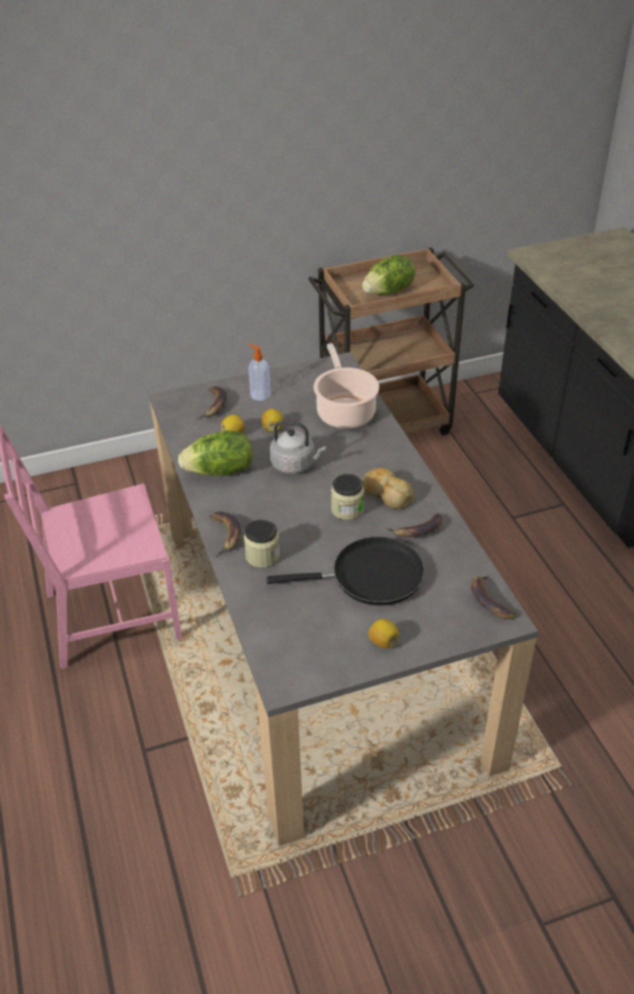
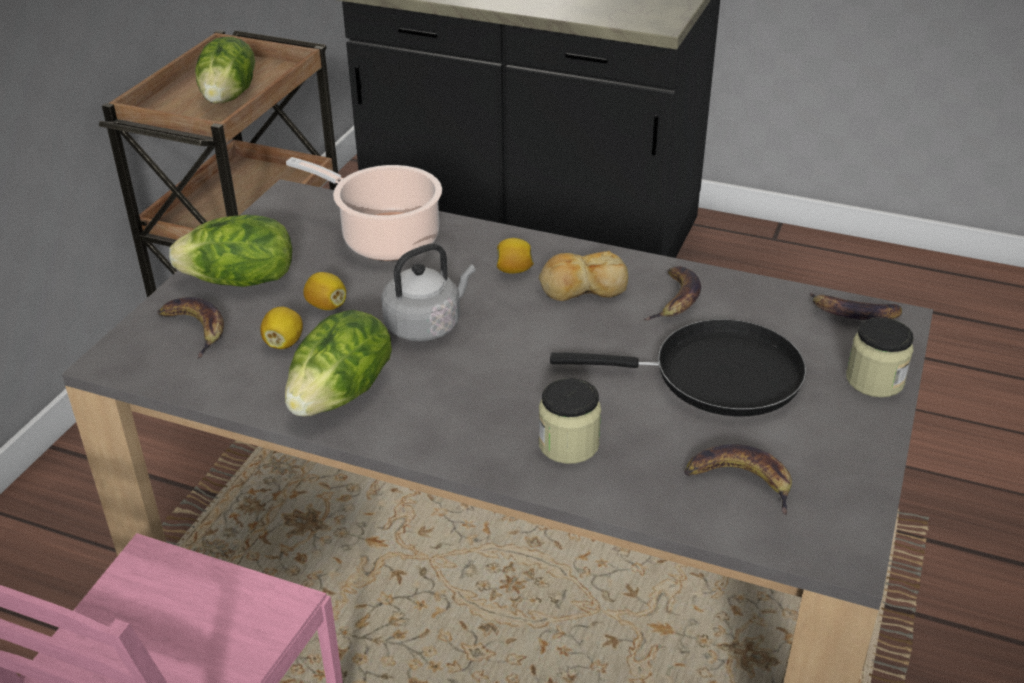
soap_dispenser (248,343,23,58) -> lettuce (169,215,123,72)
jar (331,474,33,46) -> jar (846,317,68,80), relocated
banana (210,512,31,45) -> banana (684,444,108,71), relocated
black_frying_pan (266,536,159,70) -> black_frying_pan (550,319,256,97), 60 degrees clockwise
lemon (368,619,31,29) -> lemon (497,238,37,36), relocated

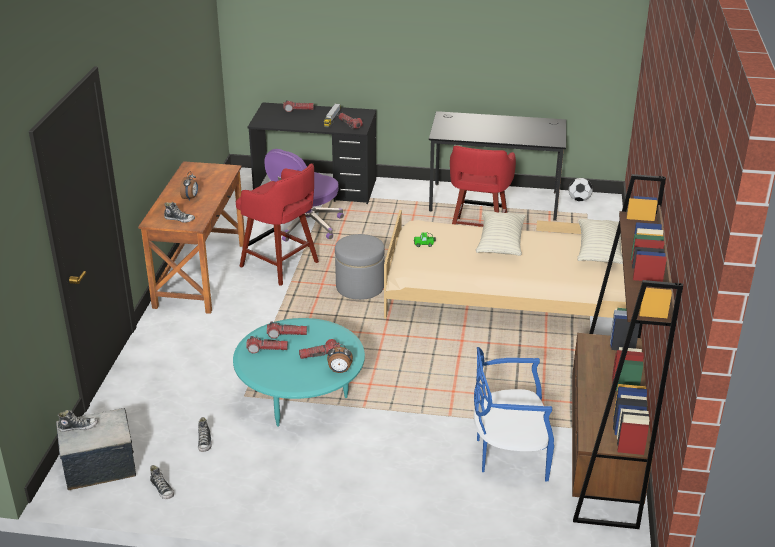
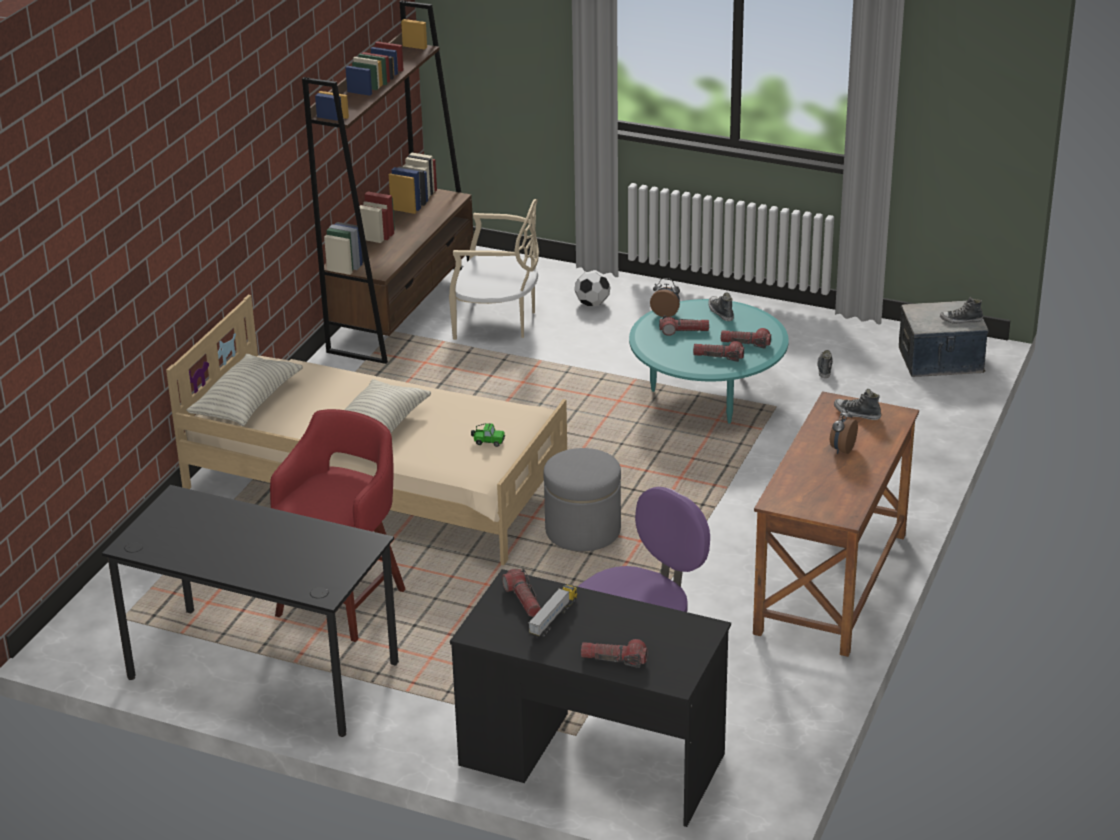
red_stool (236,164,83,122) -> none
football (569,178,24,23) -> football (574,271,36,35), relocated
blue_chair (473,347,81,134) -> beige_chair (449,199,90,141)
shoe (150,465,24,34) -> shoe (708,292,26,29), relocated

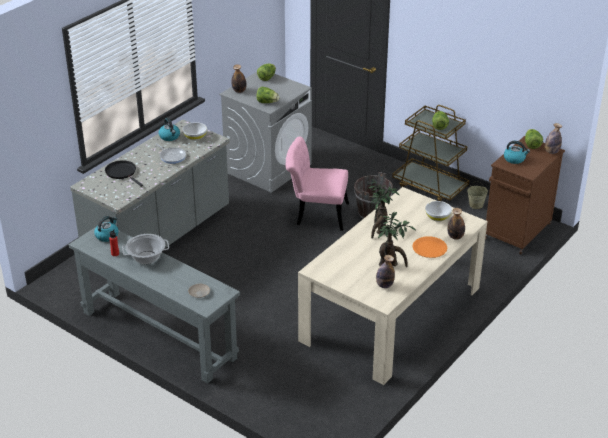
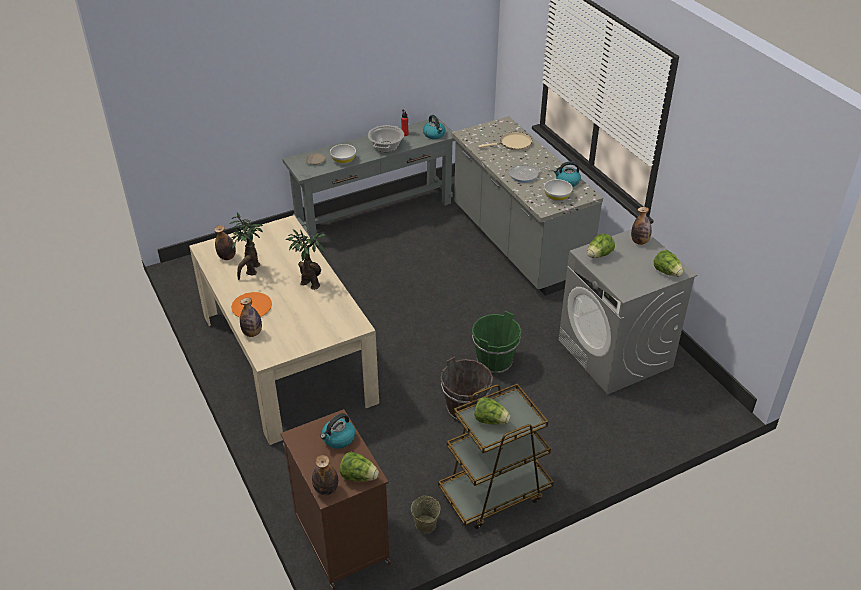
pink_chair (286,136,63,95) -> green_bucket (472,311,49,63)
black_frying_pan (105,160,38,27) -> beige_frying_pan (478,132,54,18)
white_bowl (425,201,27,21) -> white_bowl (330,144,26,20), relocated

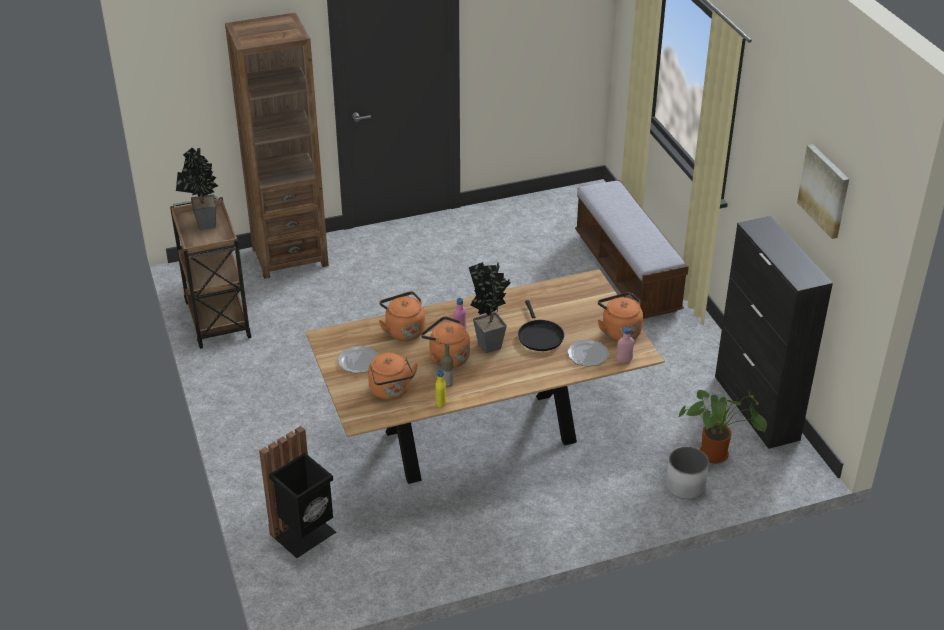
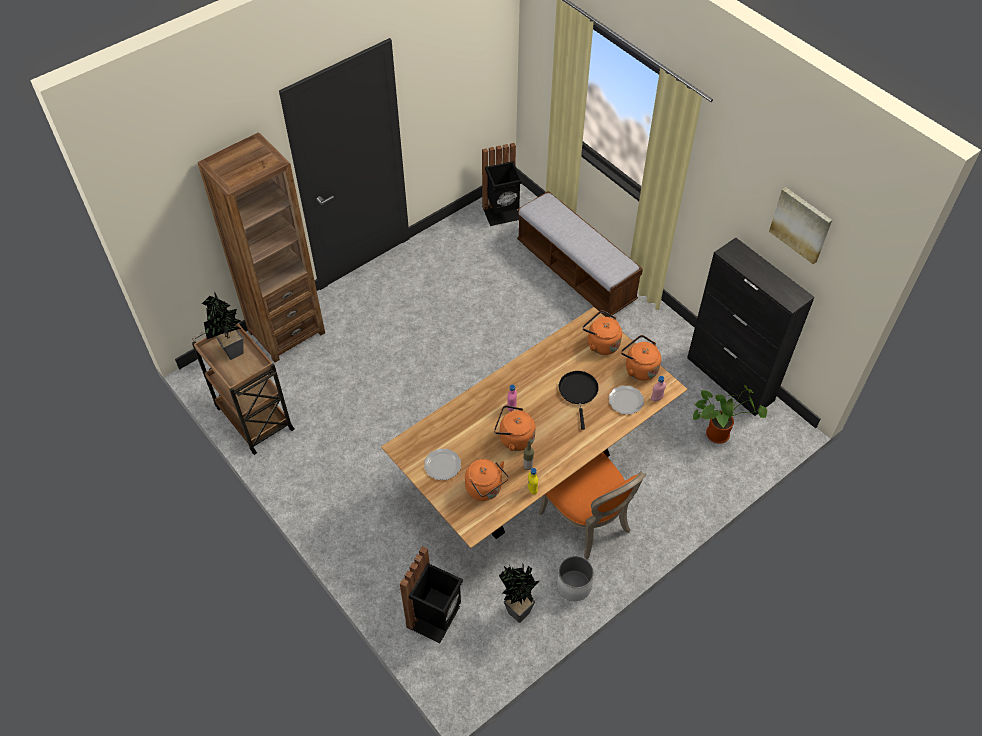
potted_plant (469,262,41,91) -> potted_plant (499,563,40,60), relocated
orange_kettle (379,291,46,50) -> orange_kettle (583,310,39,45), relocated
black_frying_pan (518,300,46,51) -> black_frying_pan (559,371,40,58), 150 degrees counterclockwise
white_planter (666,447,43,52) -> white_planter (557,556,37,45), relocated
none -> black_trash_can (482,143,40,83)
none -> orange_chair (539,452,108,107)

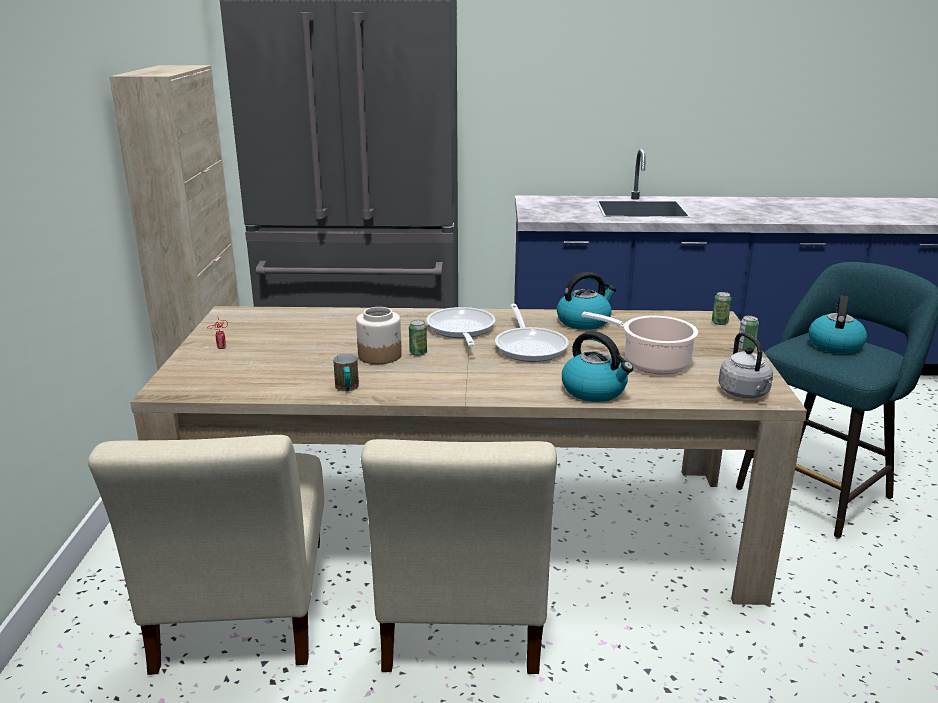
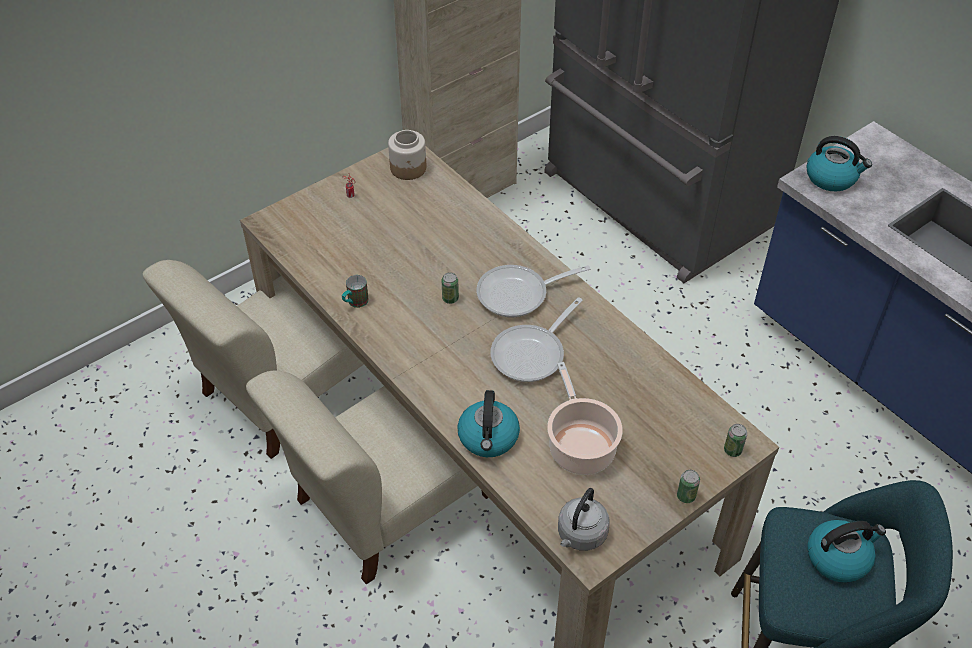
kettle (557,272,59,58) -> kettle (806,136,66,55), relocated
jar (356,307,46,57) -> jar (388,130,38,50), relocated
frying_pan (426,307,69,40) -> frying_pan (477,265,113,52), 150 degrees counterclockwise

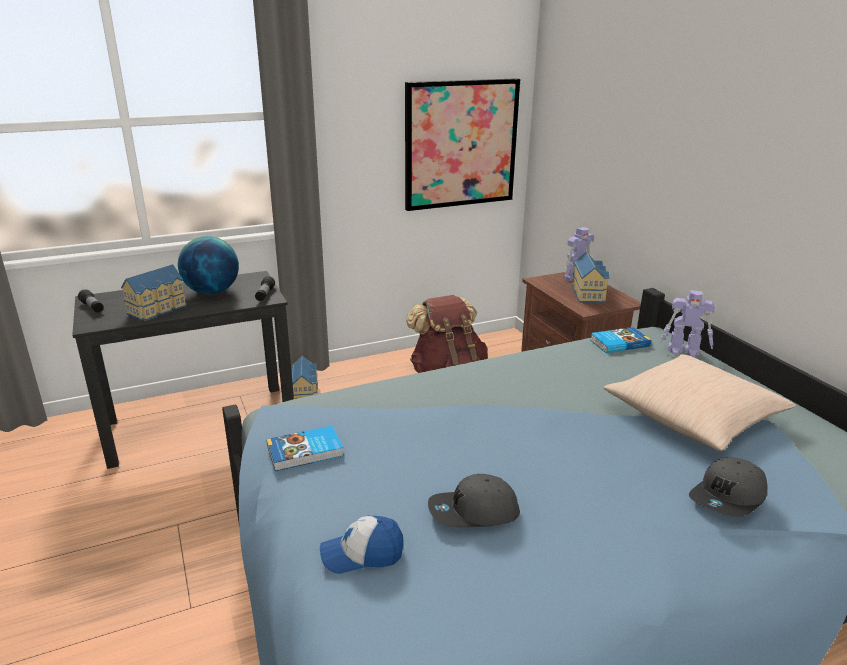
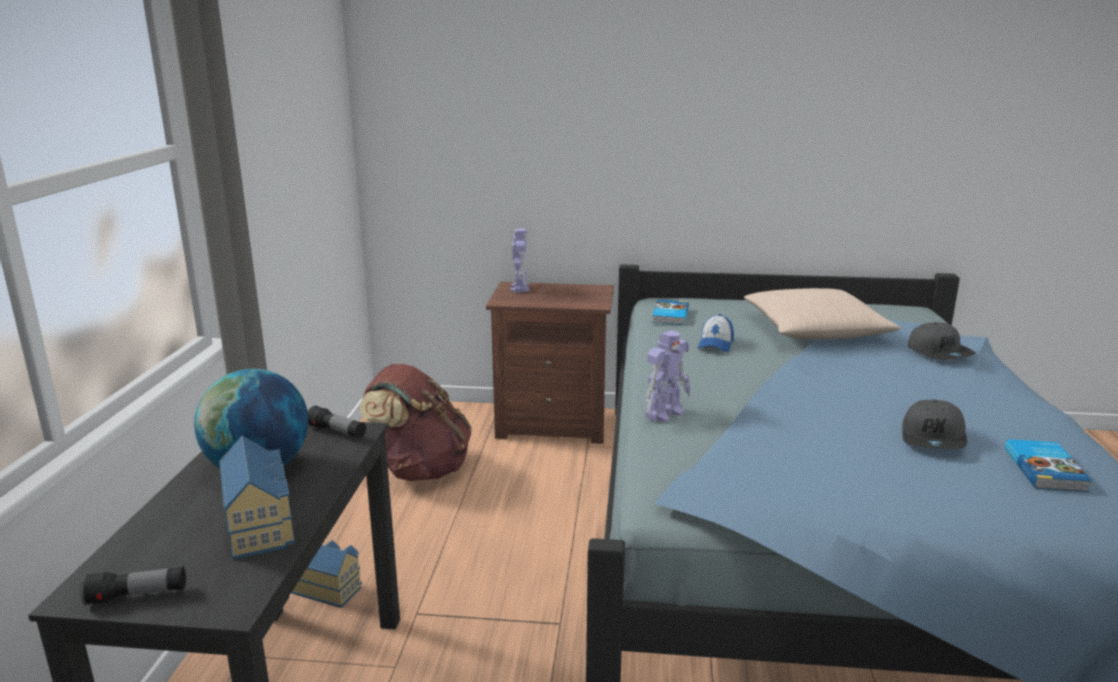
picture (405,78,115,133) -> none
toy_house (572,252,38,51) -> none
toy_robot (660,290,55,67) -> toy_robot (645,330,46,93), relocated
book (267,426,77,45) -> book (1005,439,87,53), relocated
cap (320,516,83,58) -> cap (698,314,36,38), relocated

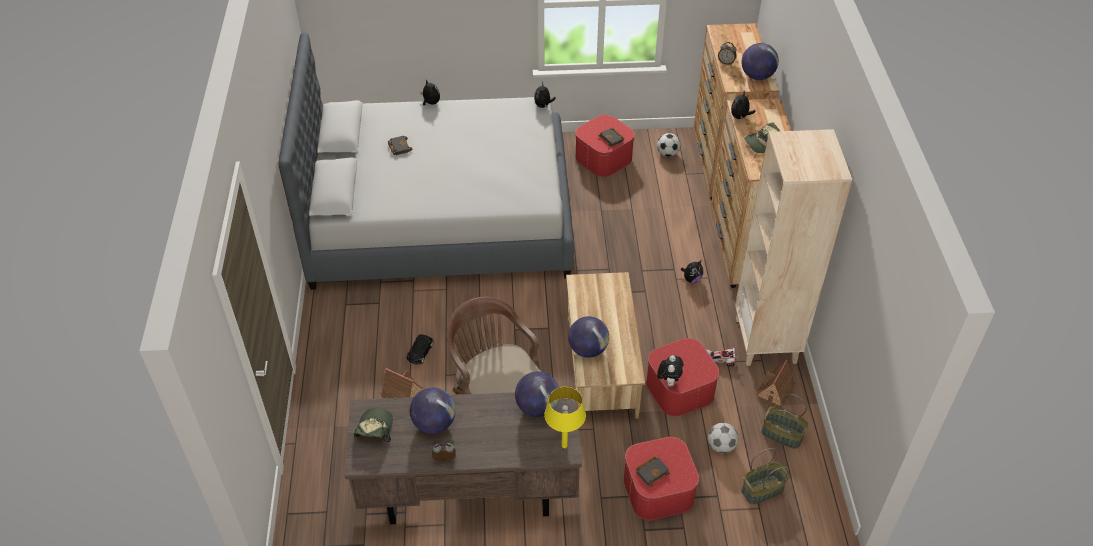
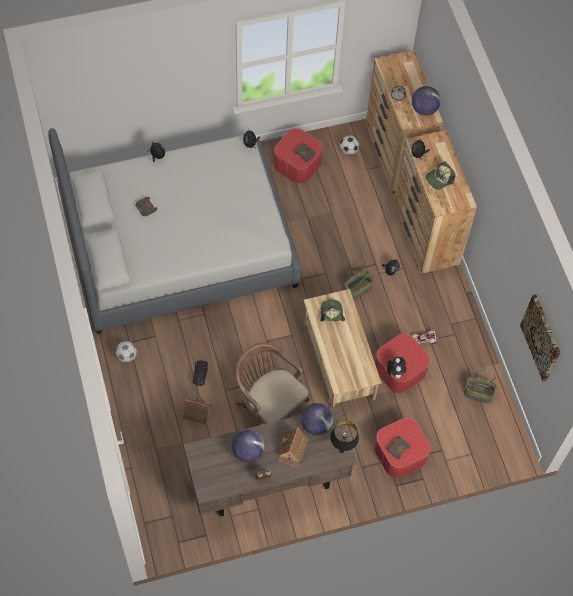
beige_bookcase (735,129,117,237) -> none
globe (568,316,41,42) -> none
toy_house (756,360,39,48) -> toy_house (278,427,30,41), relocated
yellow_table_lamp (544,387,42,61) -> black_table_lamp (330,421,29,32)
cap (354,408,39,34) -> cap (320,300,25,22), relocated
football (708,423,30,30) -> football (115,341,22,21), relocated
basket (741,448,48,56) -> basket (344,263,30,37), relocated
none -> picture (520,295,40,86)

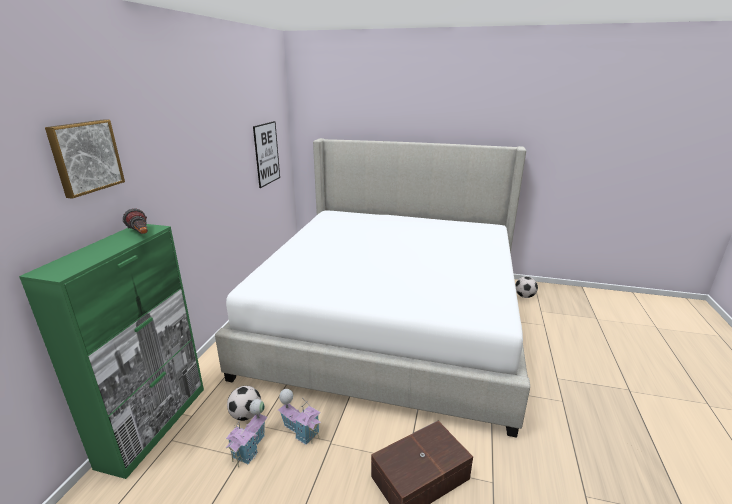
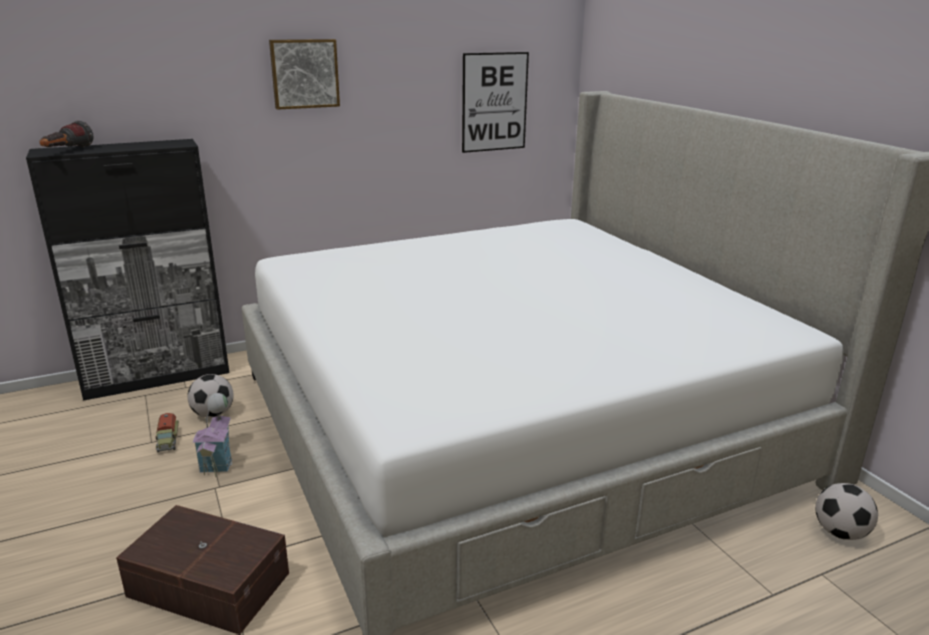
picture (45,119,80,80) -> picture (269,39,71,71), relocated
flashlight (123,209,25,25) -> flashlight (39,121,54,27), relocated
green_cabinet (19,224,185,255) -> black_cabinet (26,139,203,262)
toy_house (226,399,42,68) -> toy_truck (156,413,23,39)

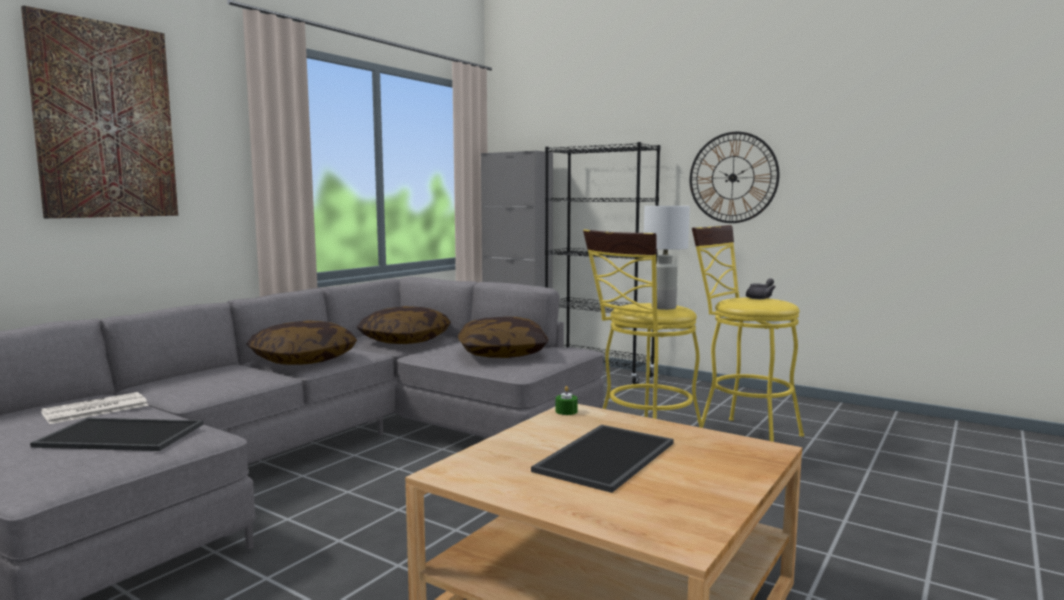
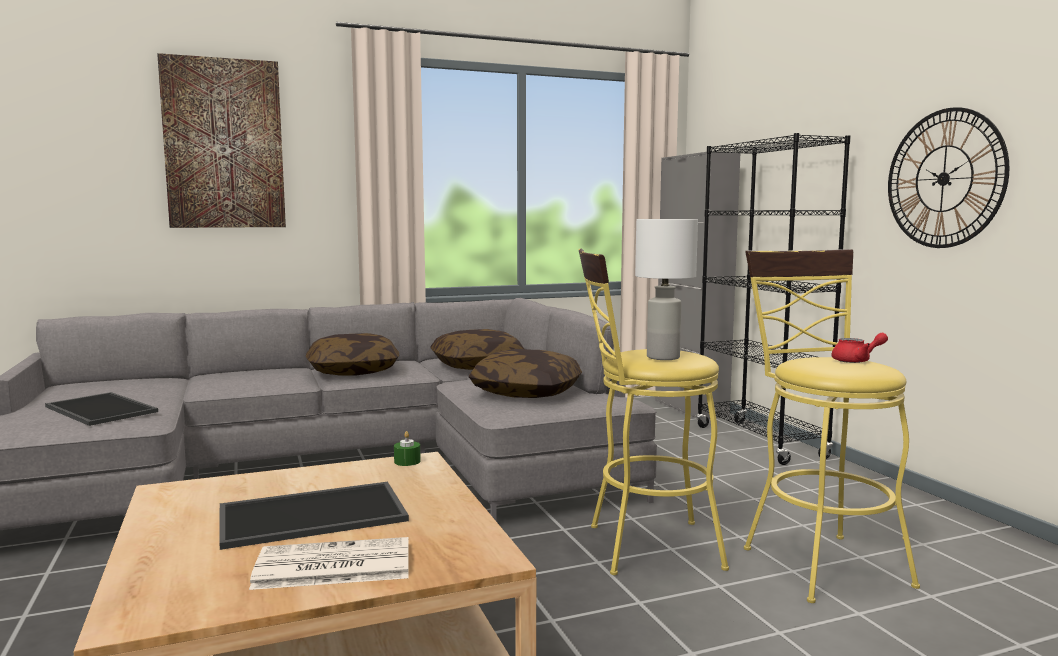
grey_teapot (746,278,30,21) -> red_teapot (831,333,57,30)
newspaper (41,392,108,32) -> newspaper (249,537,160,53), relocated

